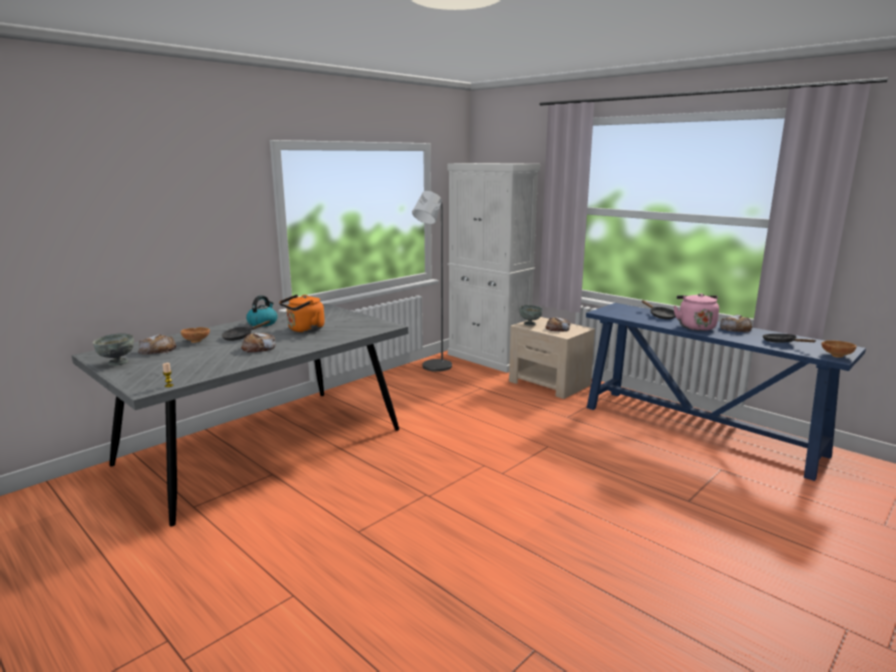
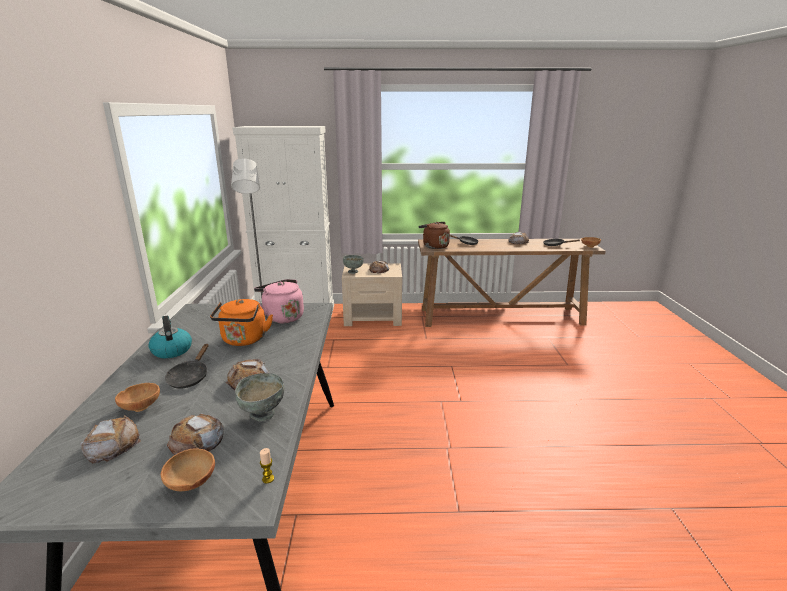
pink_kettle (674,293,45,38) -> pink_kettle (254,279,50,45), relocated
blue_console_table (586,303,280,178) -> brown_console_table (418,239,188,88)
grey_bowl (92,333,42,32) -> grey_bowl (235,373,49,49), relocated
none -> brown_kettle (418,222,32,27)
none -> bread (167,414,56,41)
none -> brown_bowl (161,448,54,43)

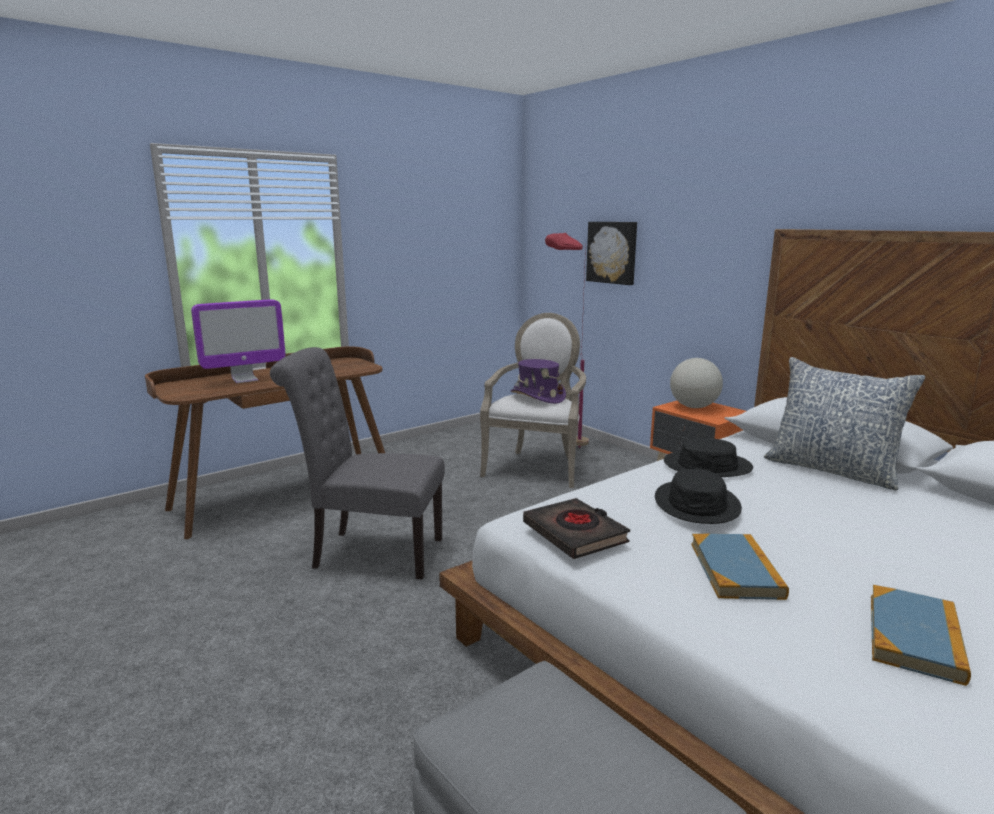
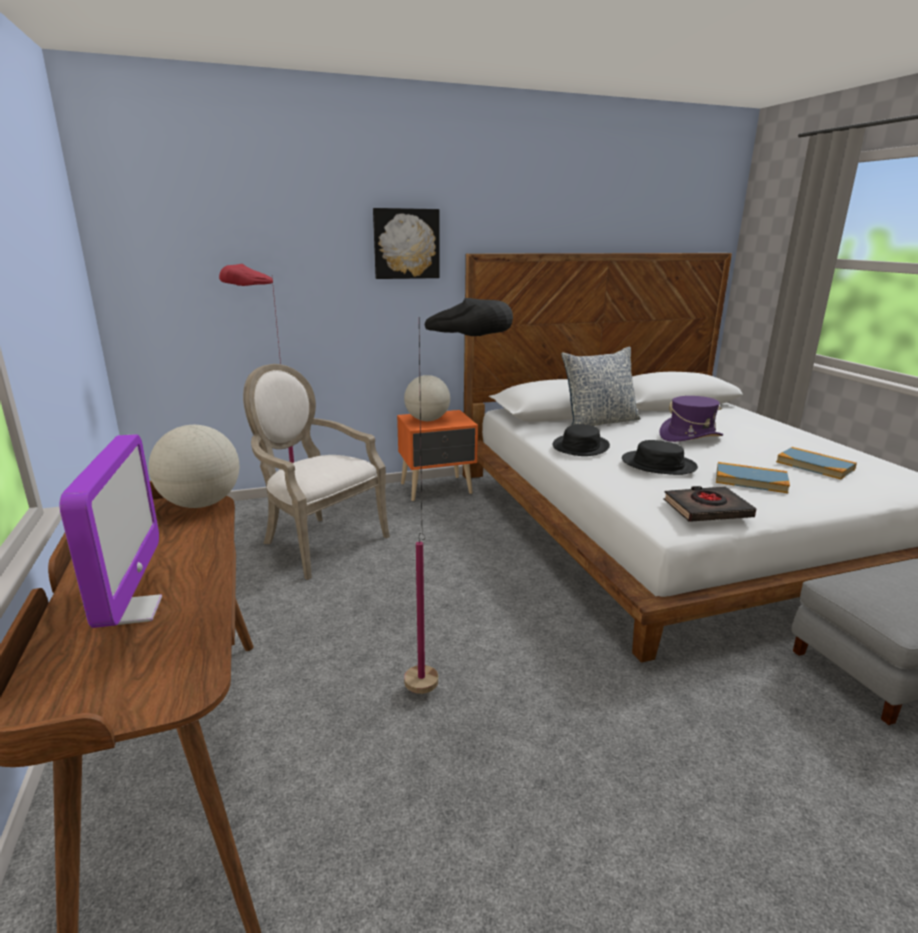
picture (586,222,51,63) -> picture (373,208,67,71), relocated
grey_chair (270,347,175,232) -> black_floor_lamp (404,298,109,396)
purple_hat (511,359,55,45) -> purple_hat (659,396,64,46), relocated
none -> globe (149,425,90,83)

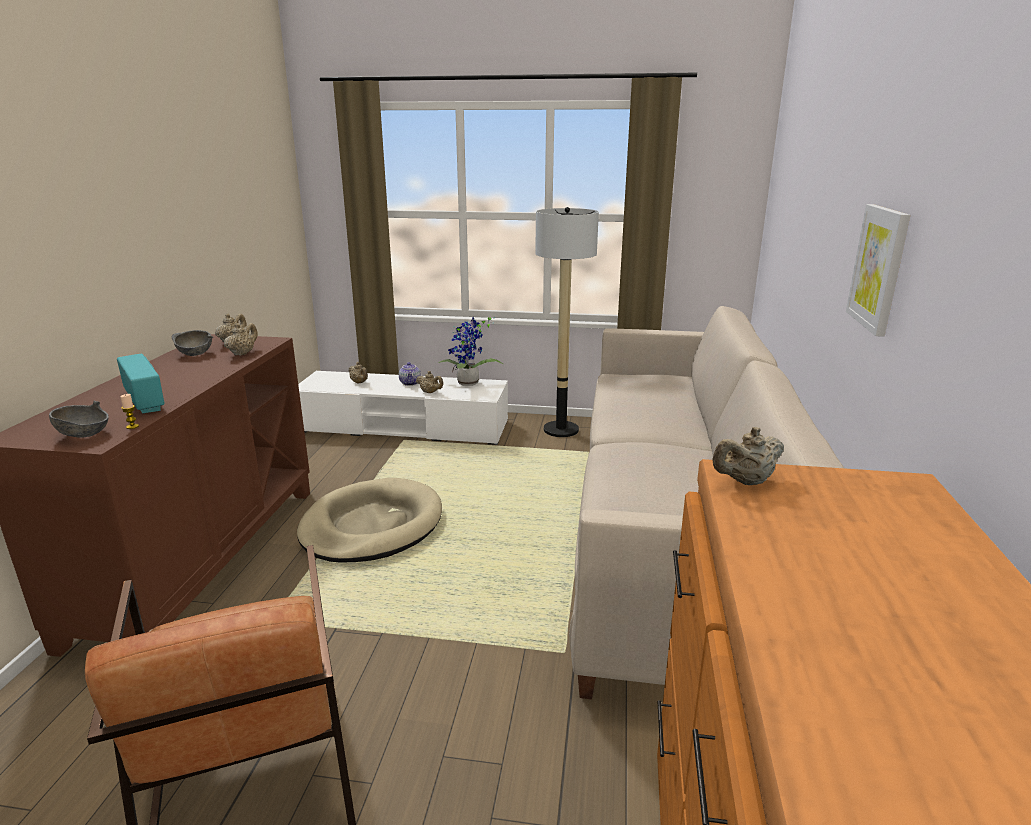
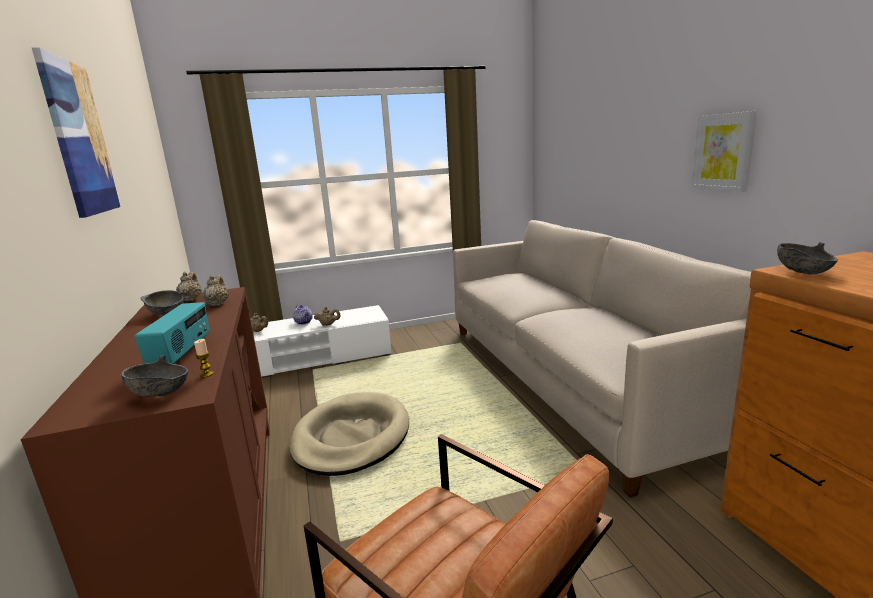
floor_lamp (535,207,64,230) -> none
potted_plant (439,316,64,70) -> none
radio (117,354,48,59) -> radio (135,302,74,62), 60 degrees clockwise
beige_teapot (712,427,72,58) -> grey_bowl (777,242,61,32)
none -> picture (32,48,89,170)

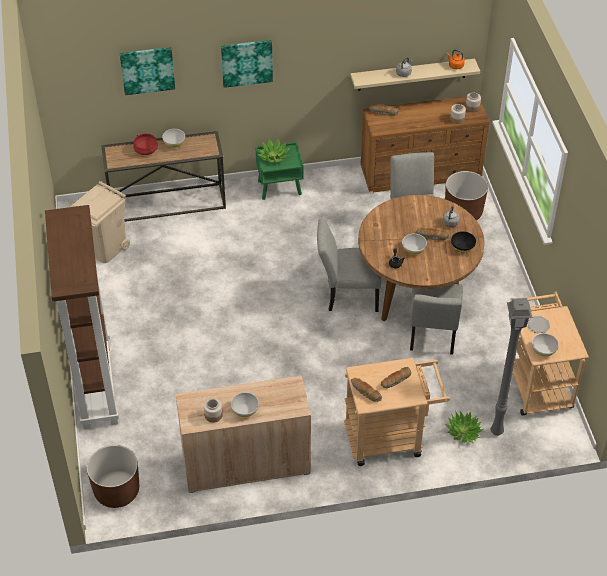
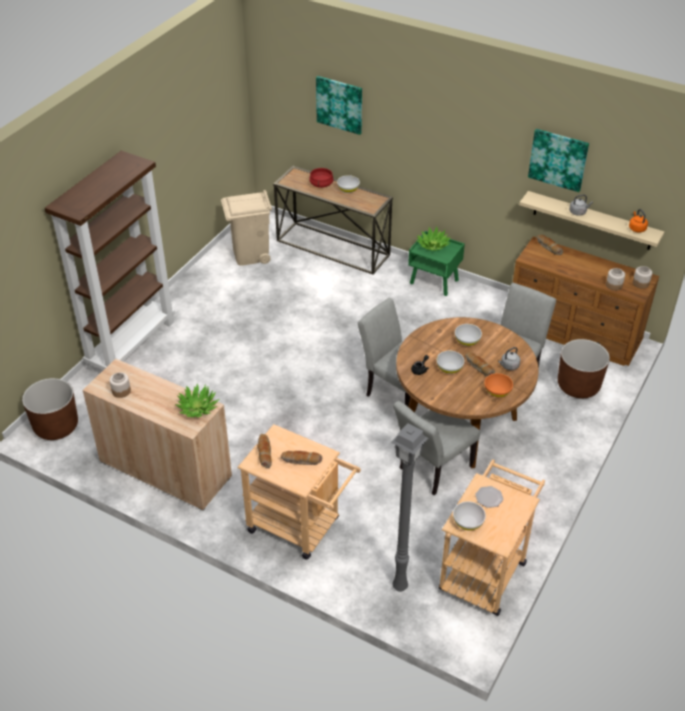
picture (221,40,52,48) -> picture (528,129,61,63), relocated
black_bowl (451,231,25,21) -> orange_bowl (485,373,28,24)
white_bowl (231,392,28,25) -> white_bowl (455,324,27,22), relocated
potted_plant (445,412,38,31) -> potted_plant (175,384,44,33), relocated

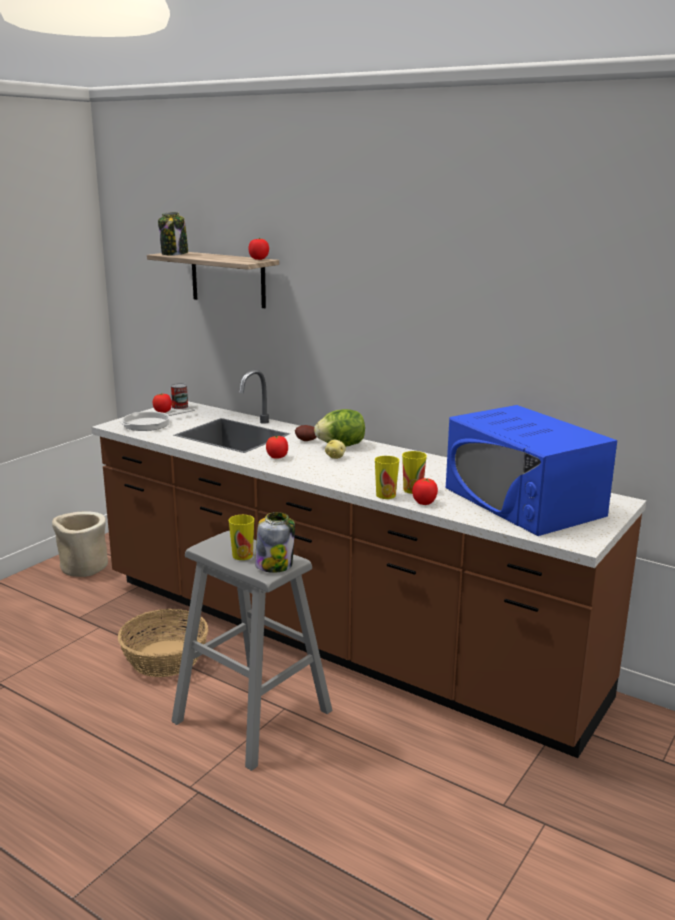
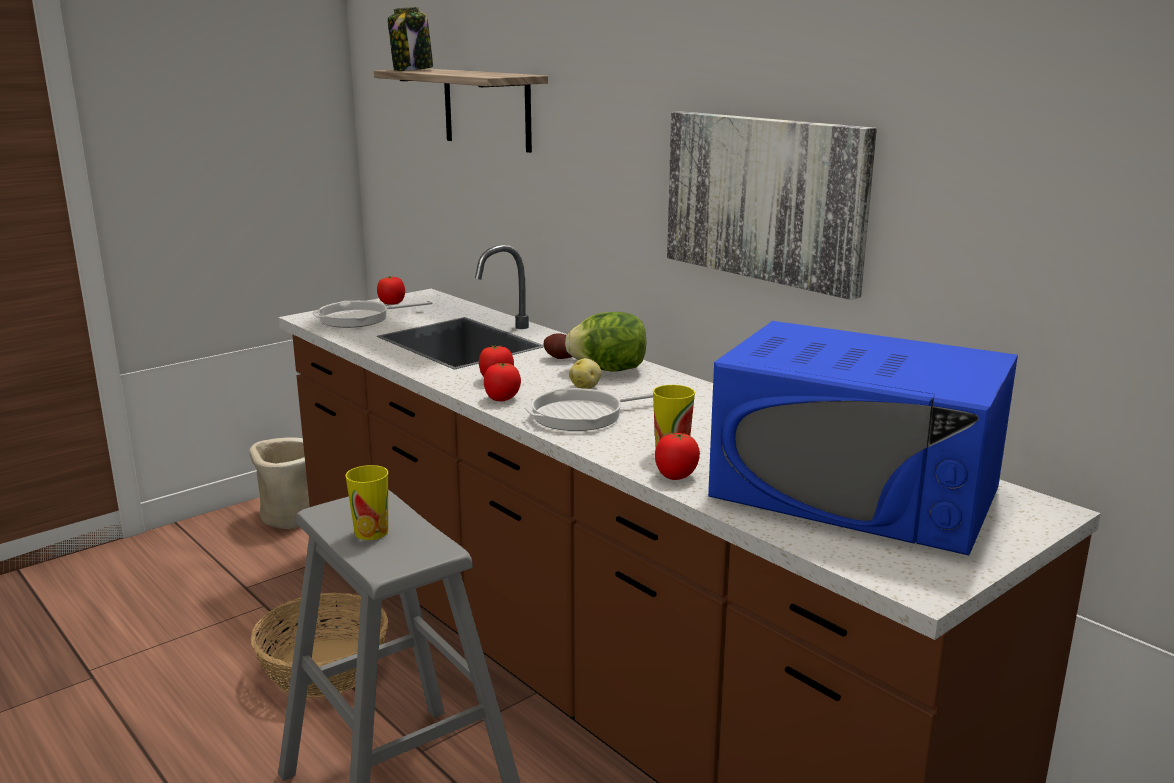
tomato (248,238,21,22) -> tomato (484,363,37,38), relocated
can (171,383,17,26) -> none
blue_microwave (446,405,171,131) -> blue_microwave (708,321,310,234), 45 degrees counterclockwise
cup (375,456,24,43) -> none
jar (255,512,40,61) -> none
none -> picture (667,111,210,189)
none -> frying_pan (525,388,128,43)

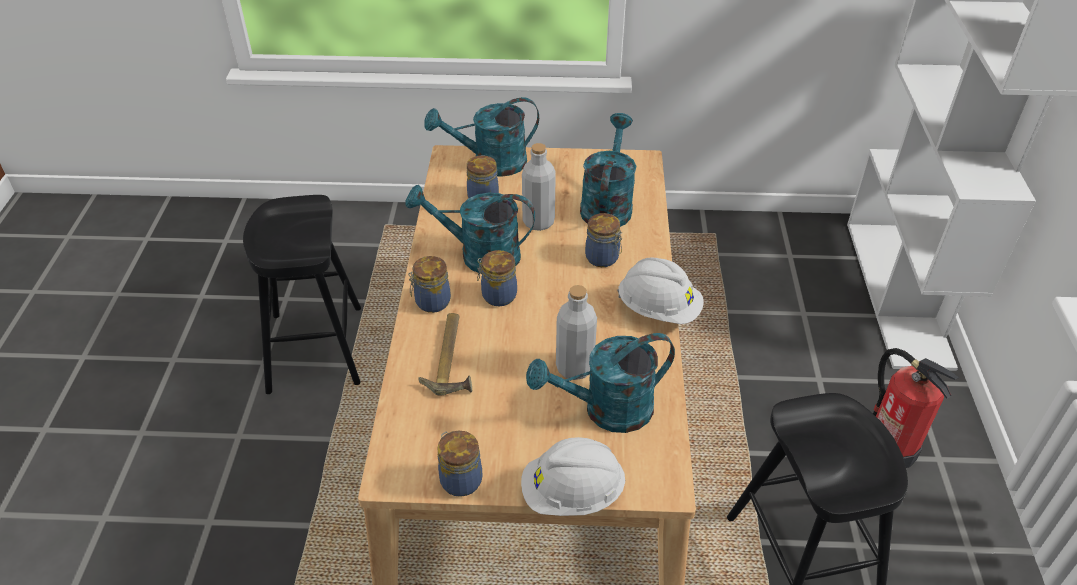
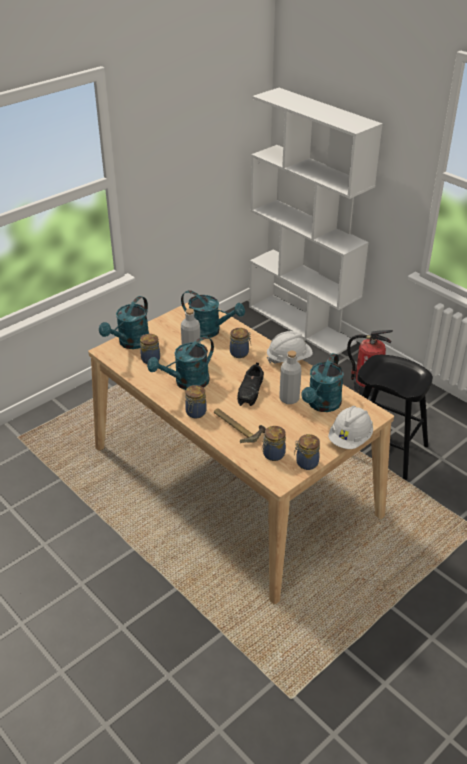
turquoise_watering_can (580,113,56,114) -> turquoise_watering_can (181,290,64,48), 150 degrees clockwise
black_stool (243,195,118,199) -> none
jar (477,250,40,56) -> jar (262,426,24,35), relocated
none -> black_shoe (237,362,27,44)

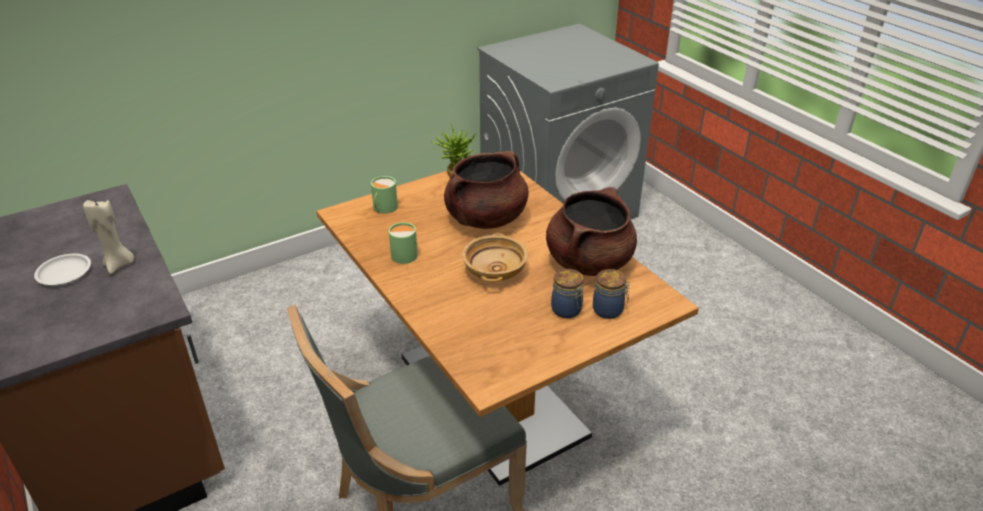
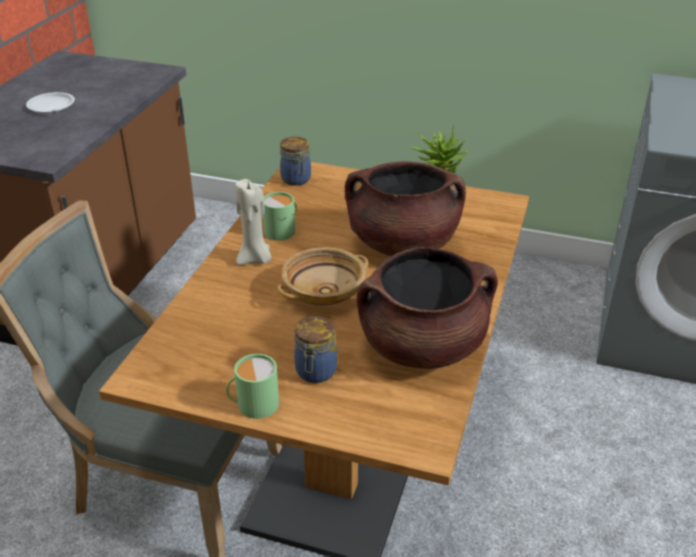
green_mug (371,176,27,38) -> green_mug (226,354,53,65), relocated
beige_candle (83,198,51,76) -> beige_candle (235,179,36,86), relocated
jar (593,269,37,50) -> jar (280,137,31,49), relocated

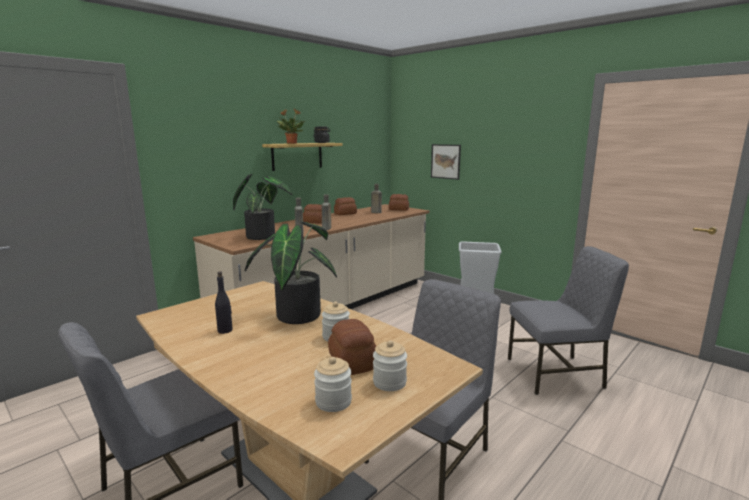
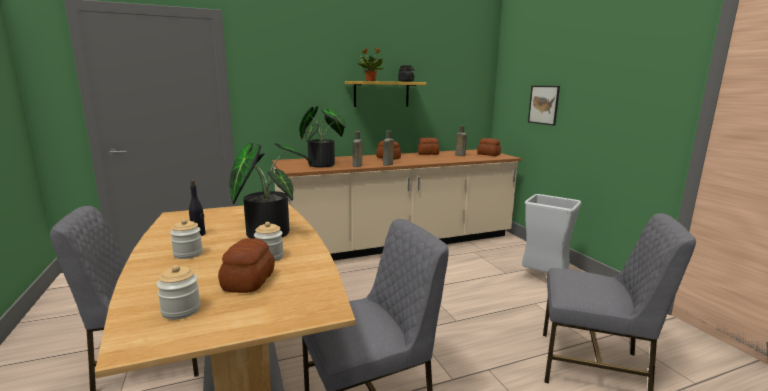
jar (373,340,34,51) -> jar (170,219,33,40), relocated

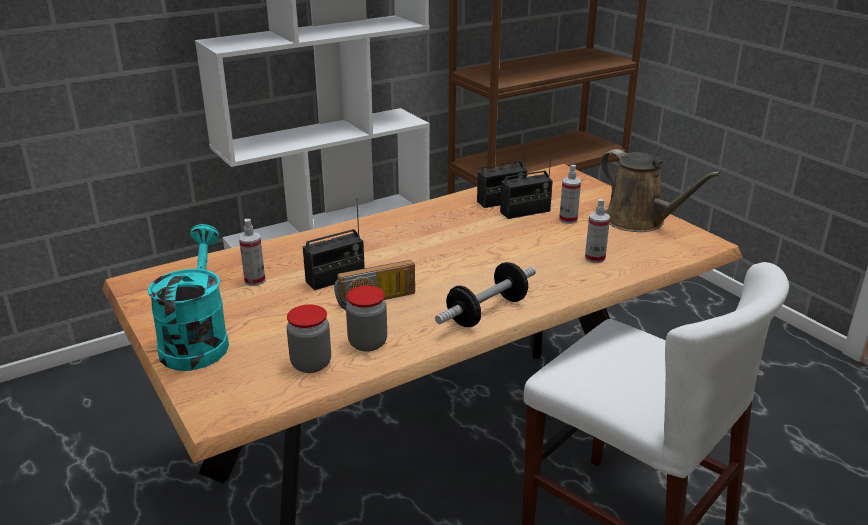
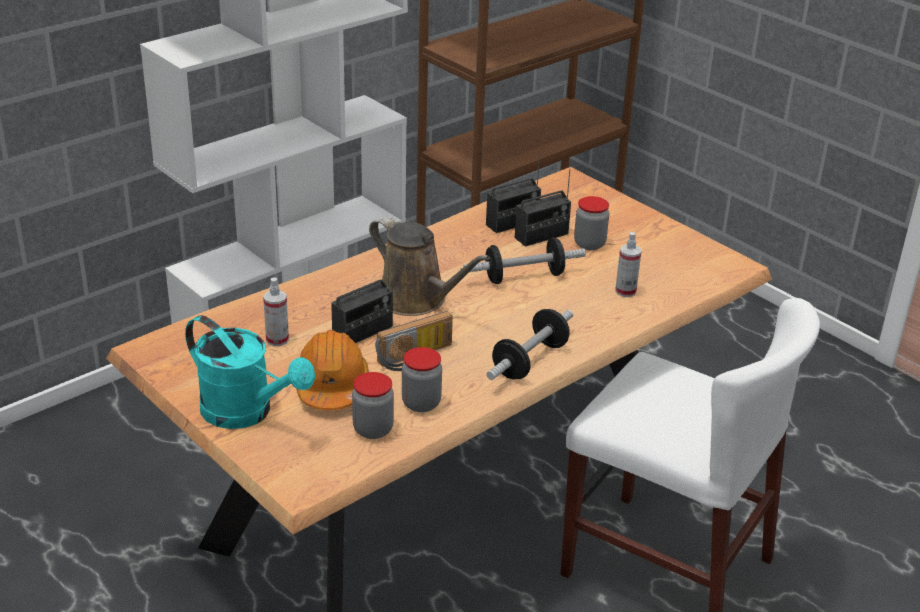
brown_watering_can (600,149,121,83) -> brown_watering_can (369,216,121,100), relocated
spray_bottle (559,165,22,59) -> jar (574,196,35,54)
turquoise_watering_can (148,224,81,147) -> turquoise_watering_can (185,315,130,114), 135 degrees clockwise
none -> dumbbell (463,237,123,47)
none -> orange_hard_hat (297,330,72,80)

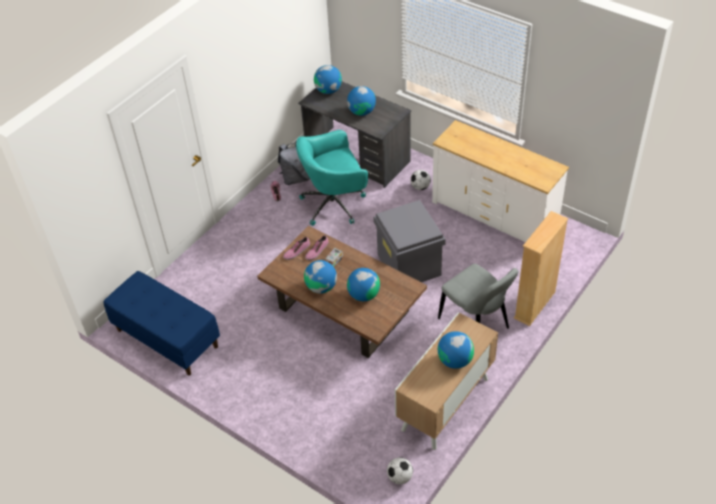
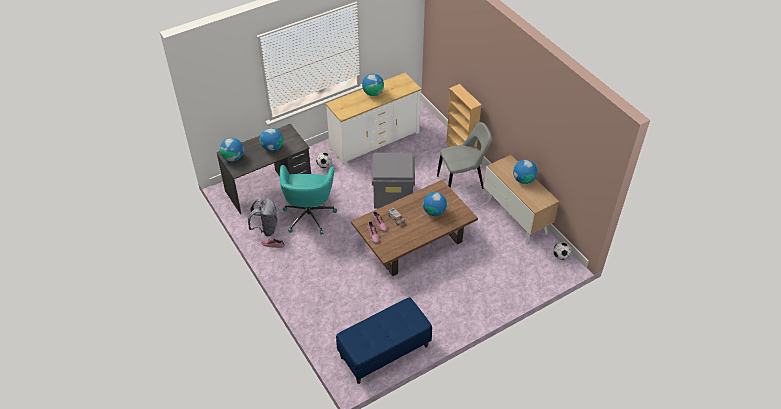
globe (304,260,33,34) -> globe (362,74,22,22), relocated

